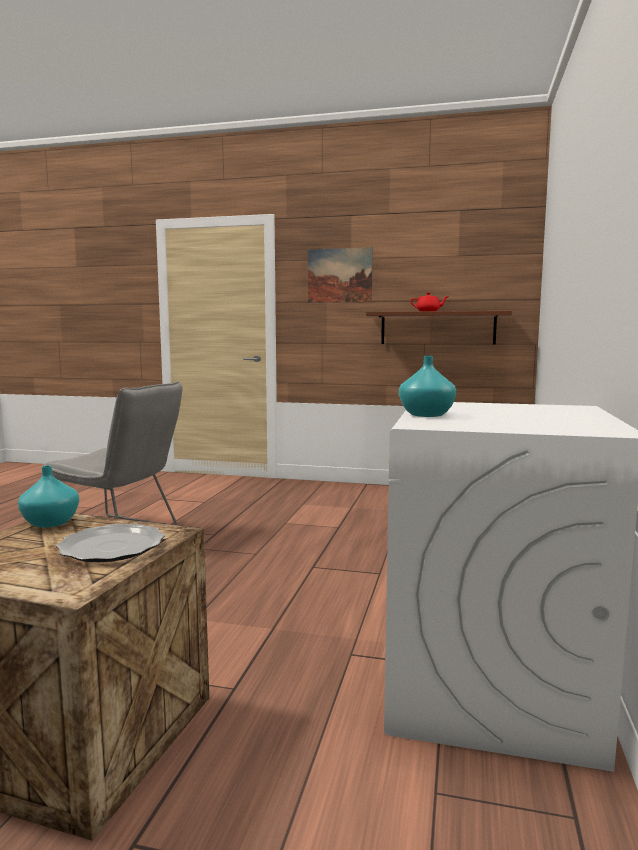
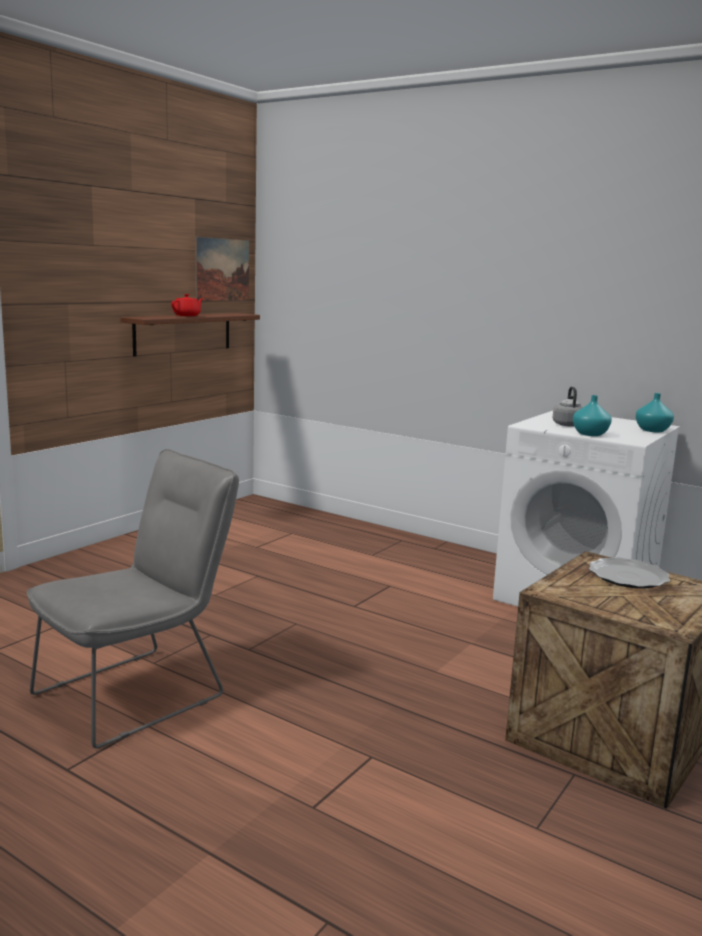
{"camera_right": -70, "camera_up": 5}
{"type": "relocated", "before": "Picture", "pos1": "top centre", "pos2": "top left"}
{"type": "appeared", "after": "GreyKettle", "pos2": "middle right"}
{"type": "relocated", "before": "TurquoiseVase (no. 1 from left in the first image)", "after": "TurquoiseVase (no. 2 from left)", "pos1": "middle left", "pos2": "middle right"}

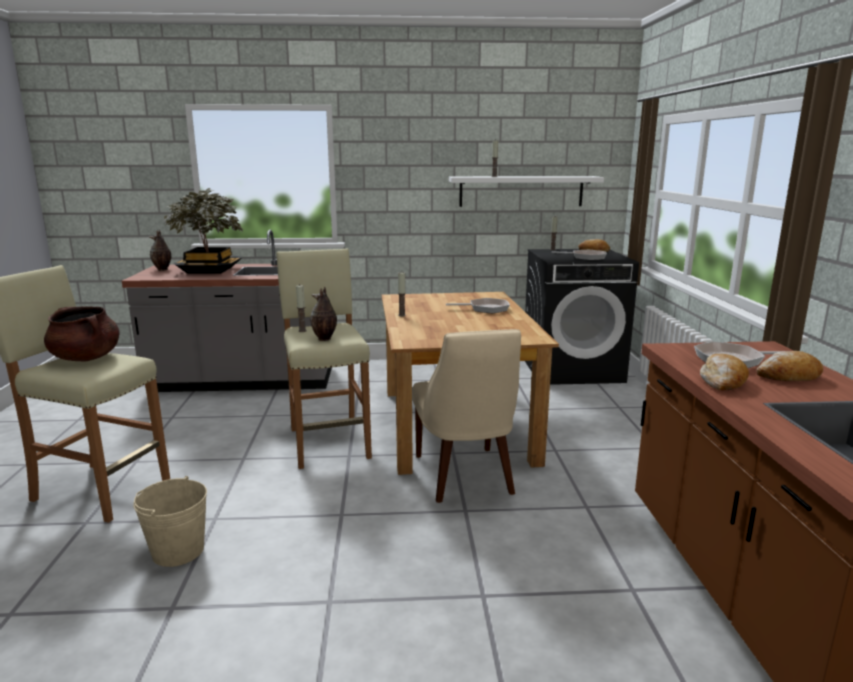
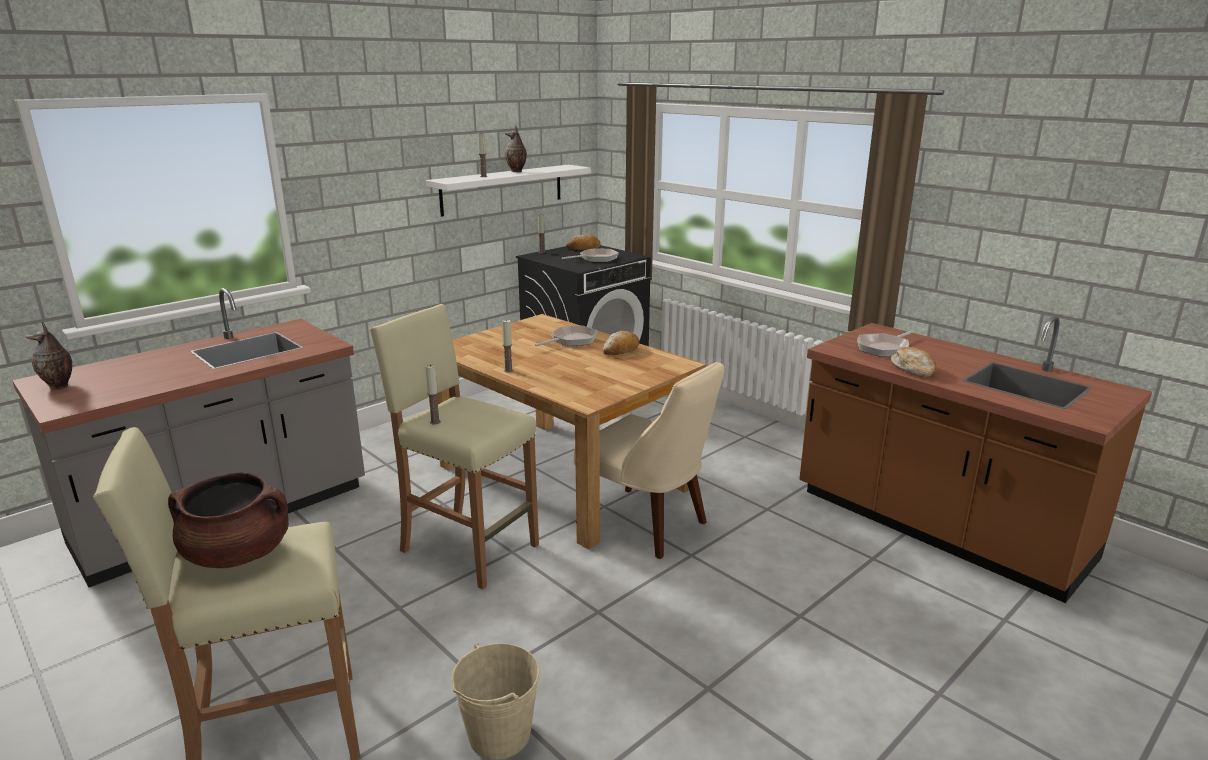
{"camera_right": -40, "camera_up": 5}
{"type": "relocated", "before": "Vase (no. 2 from left)", "pos1": "centre", "pos2": "top centre"}
{"type": "relocated", "before": "Bread (no. 3 from left in the first image)", "after": "Bread (no. 2 from left)", "pos1": "middle right", "pos2": "centre"}
{"type": "missing", "before": "PottedPlant", "pos1": "middle left"}

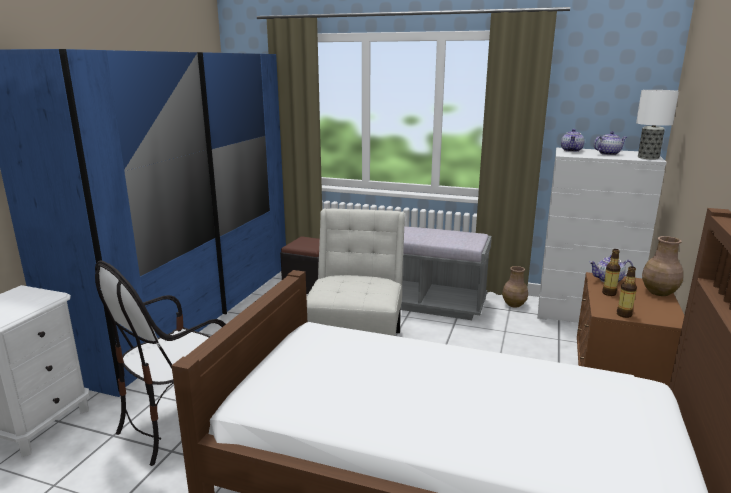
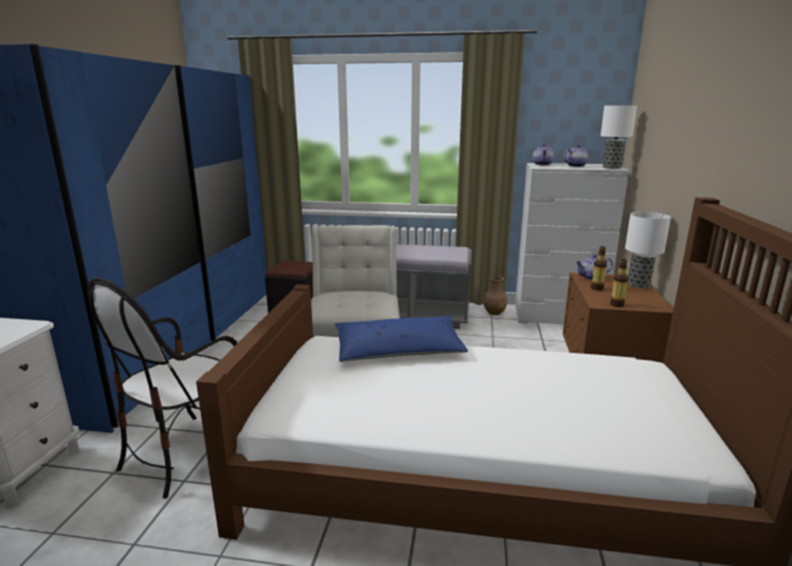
{"camera_right": -10, "camera_up": 0}
{"type": "appeared", "after": "BluePillow", "pos2": "centre"}
{"type": "exchanged", "before": "BrownVase (no. 2 from left)", "after": "TableLamp (no. 2 from left)", "pos1": "middle right", "pos2": "middle right"}

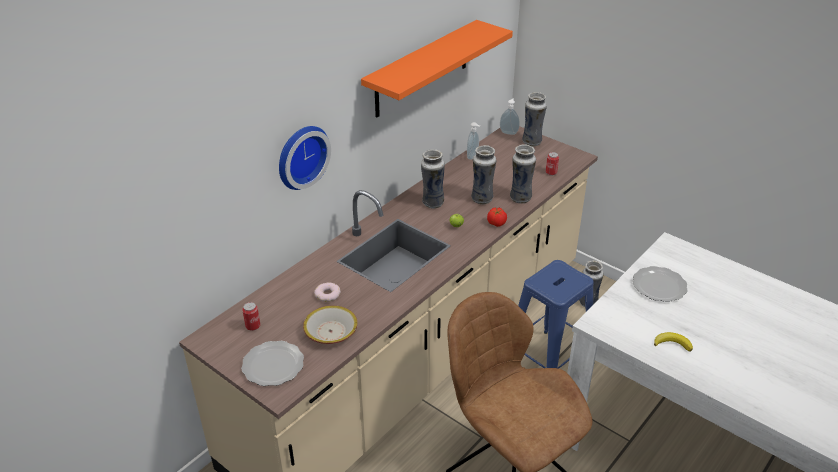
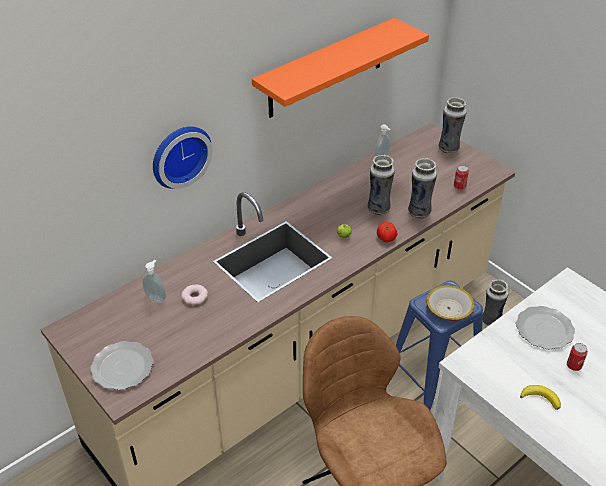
{"camera_right": 10, "camera_up": 5}
{"type": "relocated", "before": "SoapDispenser (no. 2 from left in the first image)", "after": "SoapDispenser (no. 1 from left)", "pos1": "top centre", "pos2": "middle left"}
{"type": "relocated", "before": "Bowl", "pos1": "bottom centre", "pos2": "middle right"}
{"type": "relocated", "before": "Can (no. 1 from left in the first image)", "after": "Can (no. 2 from left)", "pos1": "bottom left", "pos2": "bottom right"}
{"type": "missing", "before": "Vase (no. 1 from left)", "pos1": "centre"}

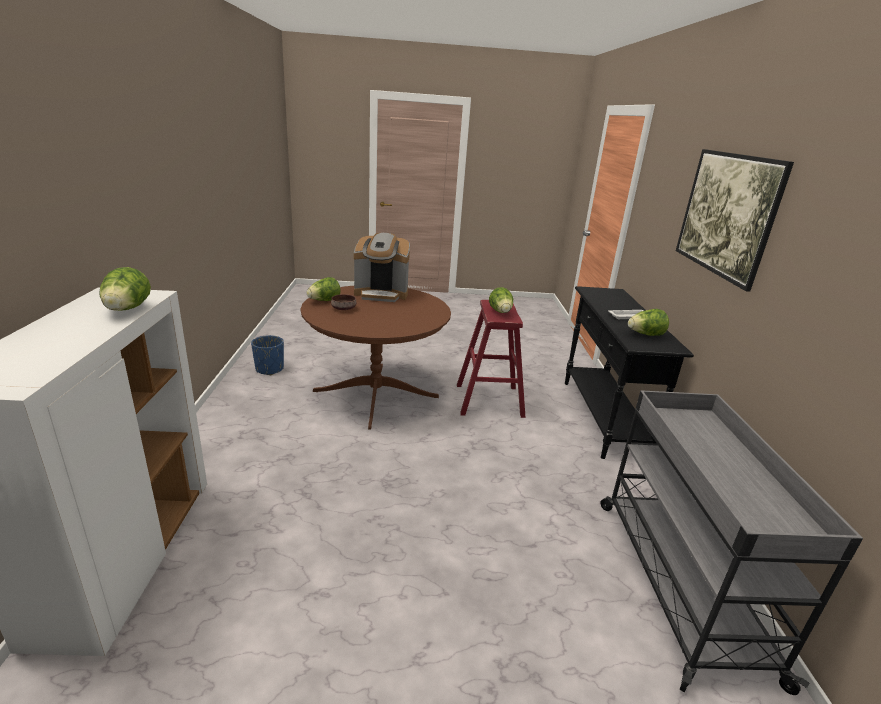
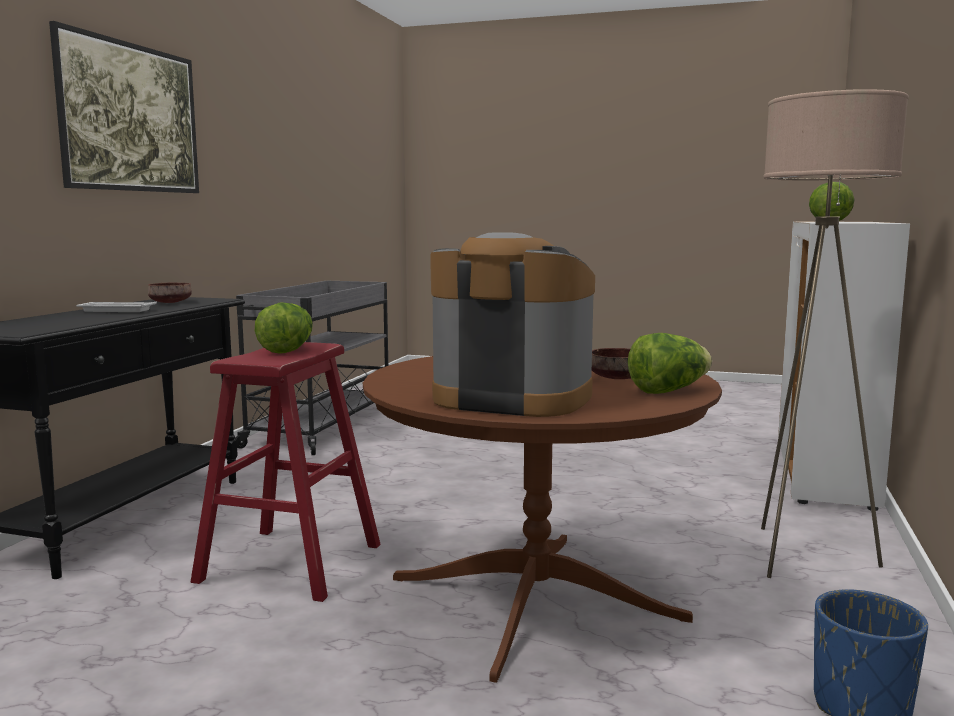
{"camera_right": -160, "camera_up": -15}
{"type": "exchanged", "before": "Lettuce (no. 4 from left)", "after": "BrownBowl (no. 1 from left)", "pos1": "middle right", "pos2": "middle left"}
{"type": "appeared", "after": "BeigeFloorLamp", "pos2": "middle right"}

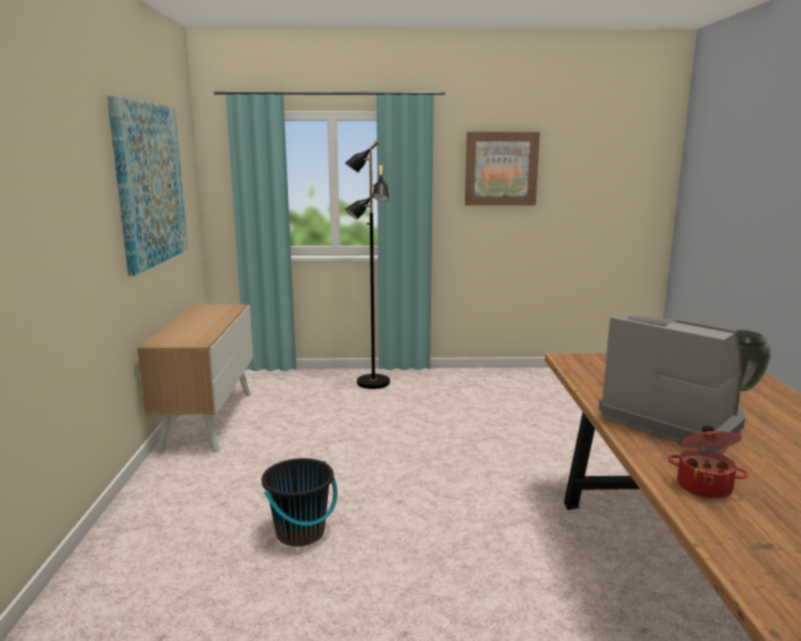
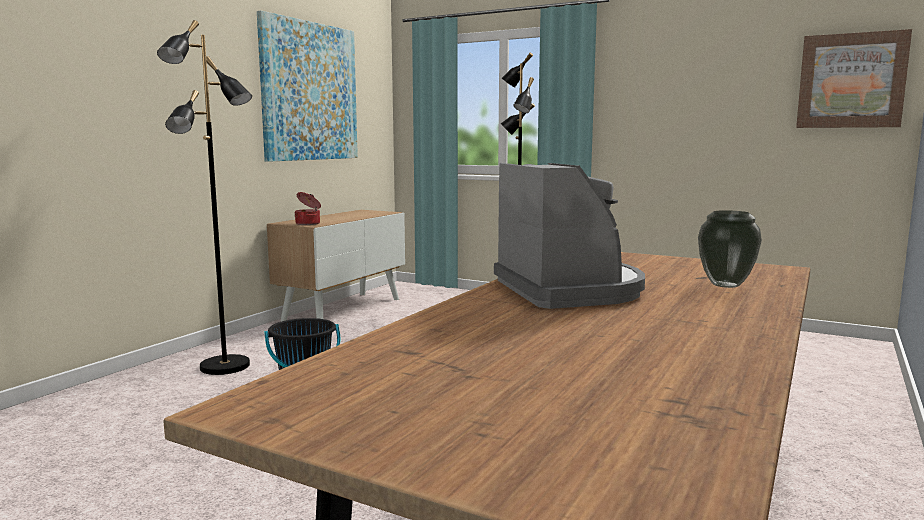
{"camera_right": 30, "camera_up": -5}
{"type": "appeared", "after": "BlackFloorLamp (no. 1 from left)", "pos2": "middle left"}
{"type": "relocated", "before": "CookingPot", "pos1": "bottom right", "pos2": "centre"}
{"type": "relocated", "before": "Picture (no. 2 from left)", "pos1": "top centre", "pos2": "top right"}

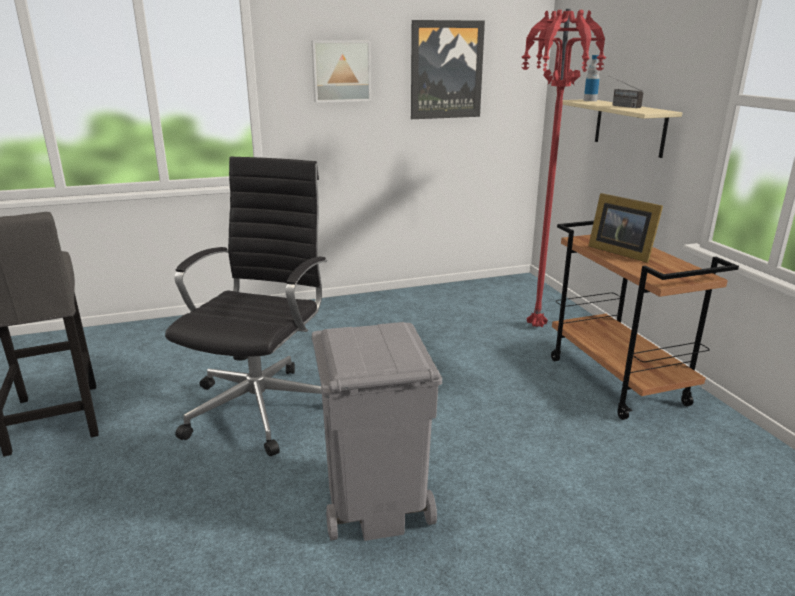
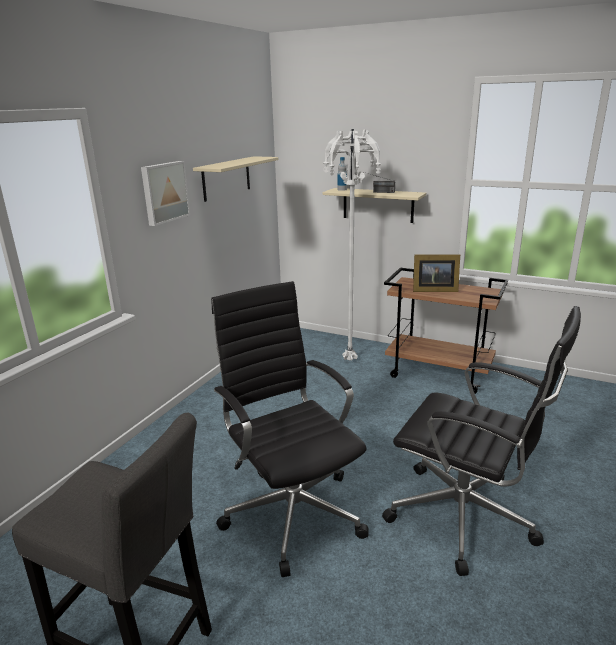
{"camera_right": -45, "camera_up": 0}
{"type": "exchanged", "before": "Picture (no. 2 from left)", "after": "BeigeShelf (no. 1 from left)", "pos1": "top centre", "pos2": "top centre"}
{"type": "colour", "before": "RedFloorLamp", "after": "WhiteFloorLamp", "pos1": "top right", "pos2": "centre"}
{"type": "exchanged", "before": "GreyTrashCan", "after": "BlackOfficeChair (no. 2 from left)", "pos1": "bottom centre", "pos2": "bottom right"}

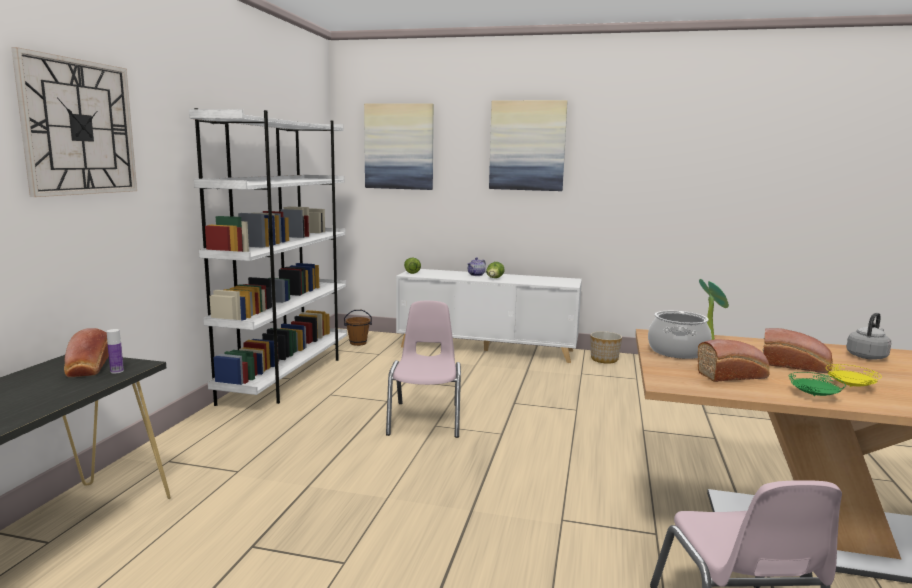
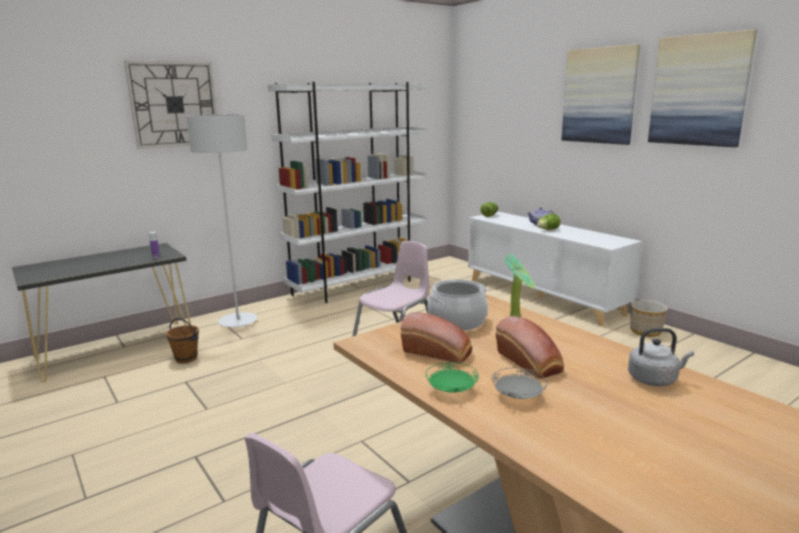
{"camera_right": 40, "camera_up": 5}
{"type": "relocated", "before": "BrownBucket", "pos1": "centre", "pos2": "middle left"}
{"type": "appeared", "after": "GreyFloorLamp", "pos2": "middle left"}
{"type": "colour", "before": "YellowPlate", "after": "GreyPlate", "pos1": "middle right", "pos2": "bottom centre"}
{"type": "relocated", "before": "Picture (no. 1 from left in the first image)", "after": "Picture (no. 2 from left)", "pos1": "top centre", "pos2": "top right"}
{"type": "missing", "before": "Bread (no. 1 from left)", "pos1": "middle left"}

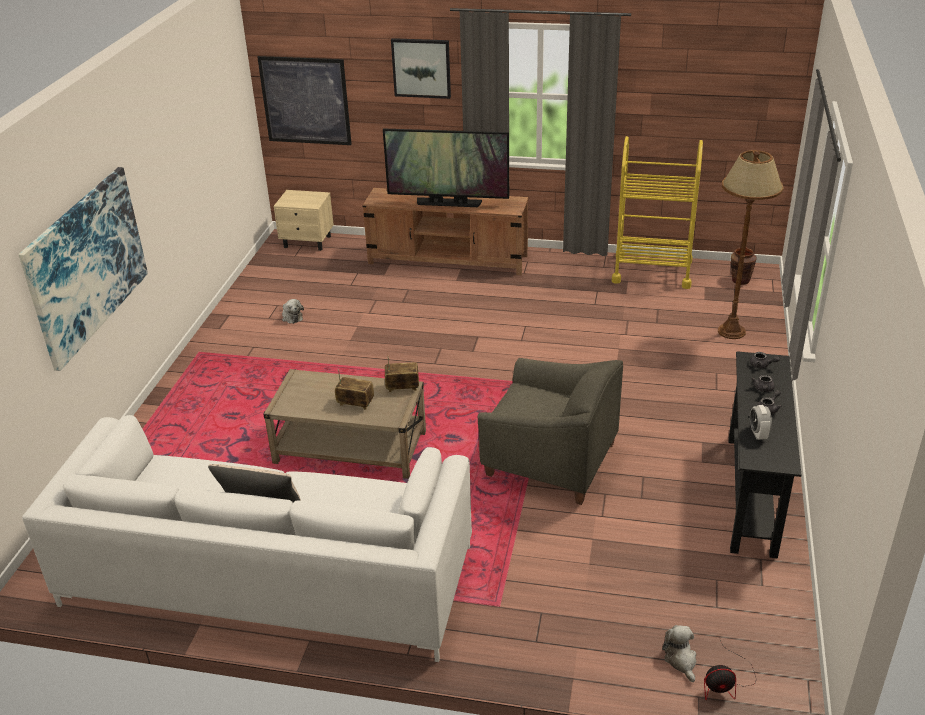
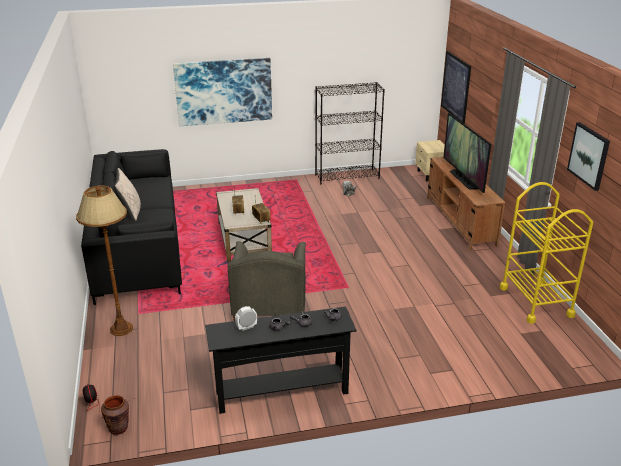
{"camera_right": 65, "camera_up": -5}
{"type": "relocated", "before": "BrownFloorLamp", "pos1": "middle right", "pos2": "middle left"}
{"type": "colour", "before": "WhiteSofa", "after": "BlackSofa", "pos1": "bottom left", "pos2": "middle left"}
{"type": "relocated", "before": "BrownVase", "pos1": "middle right", "pos2": "bottom left"}
{"type": "appeared", "after": "BlackBookcase", "pos2": "top centre"}
{"type": "relocated", "before": "Picture (no. 3 from left)", "pos1": "top centre", "pos2": "middle right"}
{"type": "missing", "before": "PlushToy (no. 2 from left)", "pos1": "bottom right"}

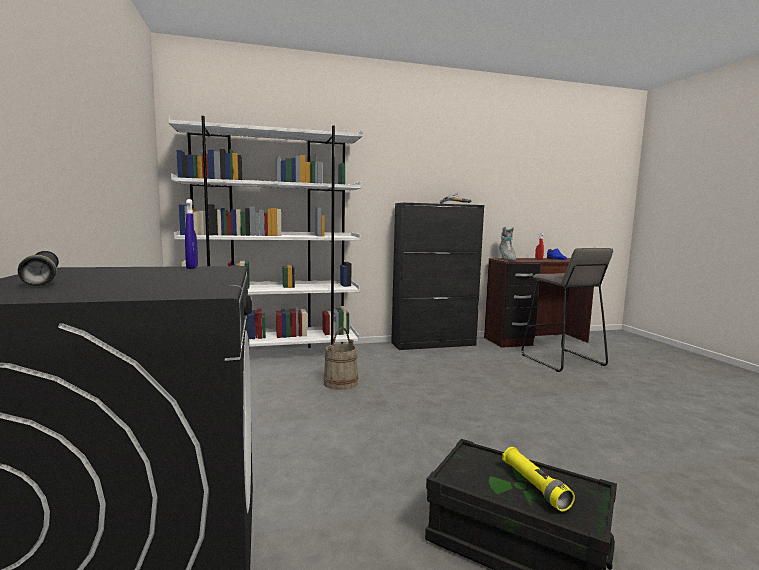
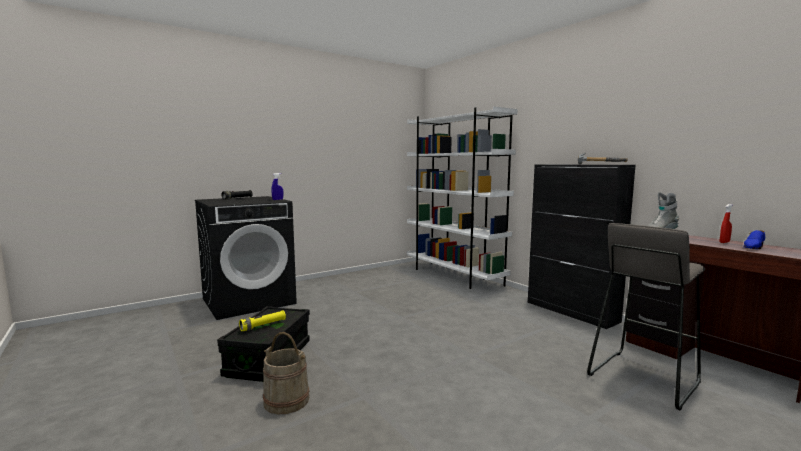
{"camera_right": 70, "camera_up": 0}
{"type": "relocated", "before": "BeigeBucket", "pos1": "centre", "pos2": "bottom centre"}

